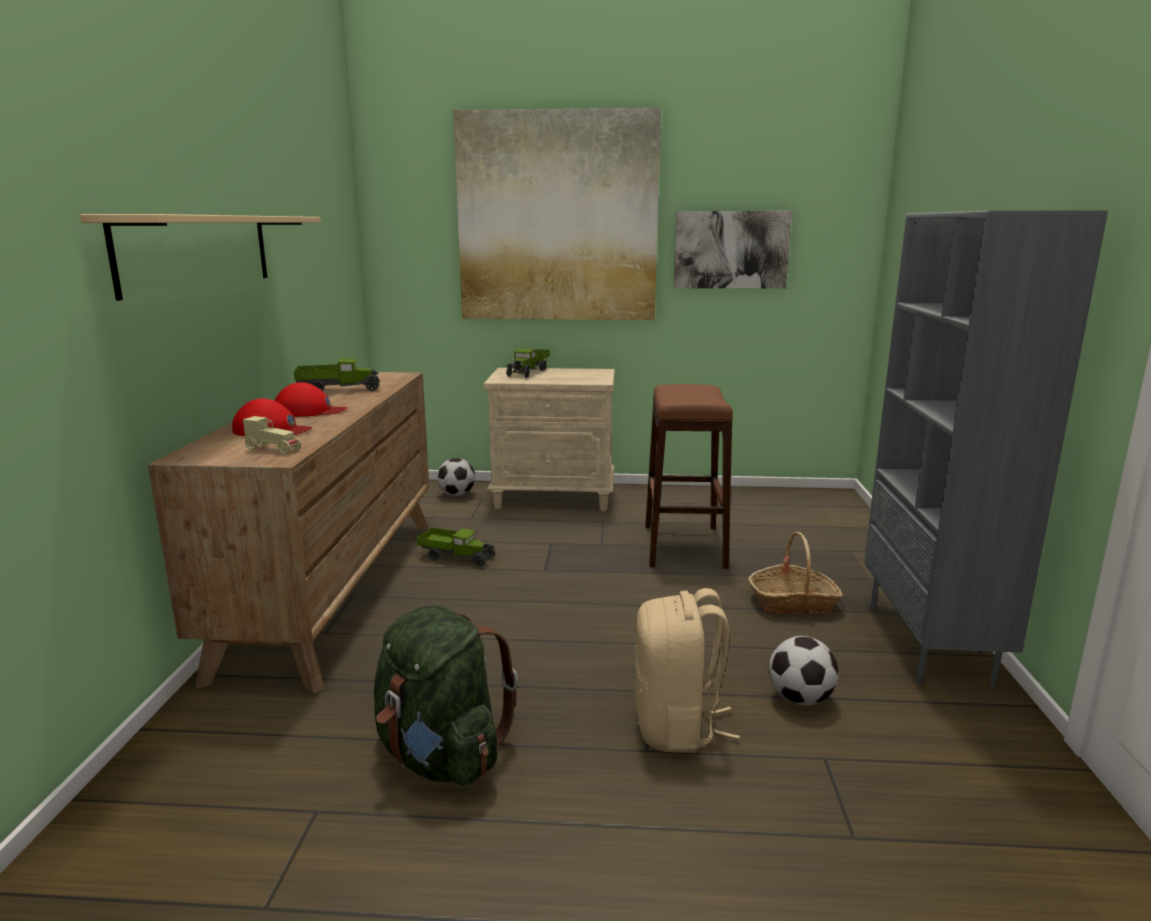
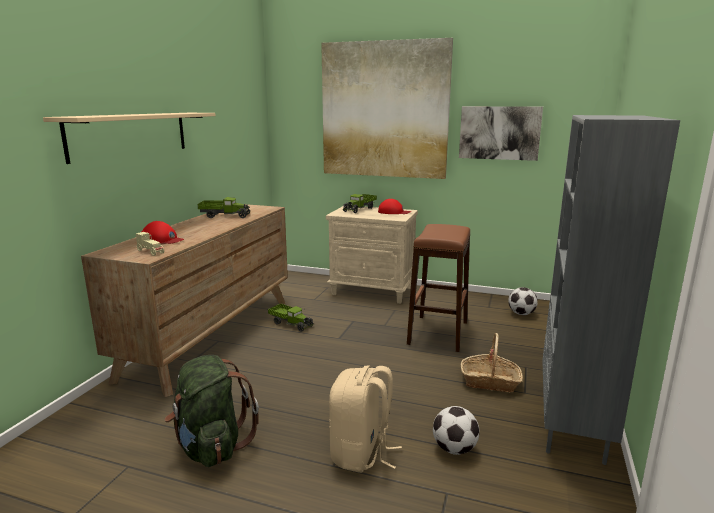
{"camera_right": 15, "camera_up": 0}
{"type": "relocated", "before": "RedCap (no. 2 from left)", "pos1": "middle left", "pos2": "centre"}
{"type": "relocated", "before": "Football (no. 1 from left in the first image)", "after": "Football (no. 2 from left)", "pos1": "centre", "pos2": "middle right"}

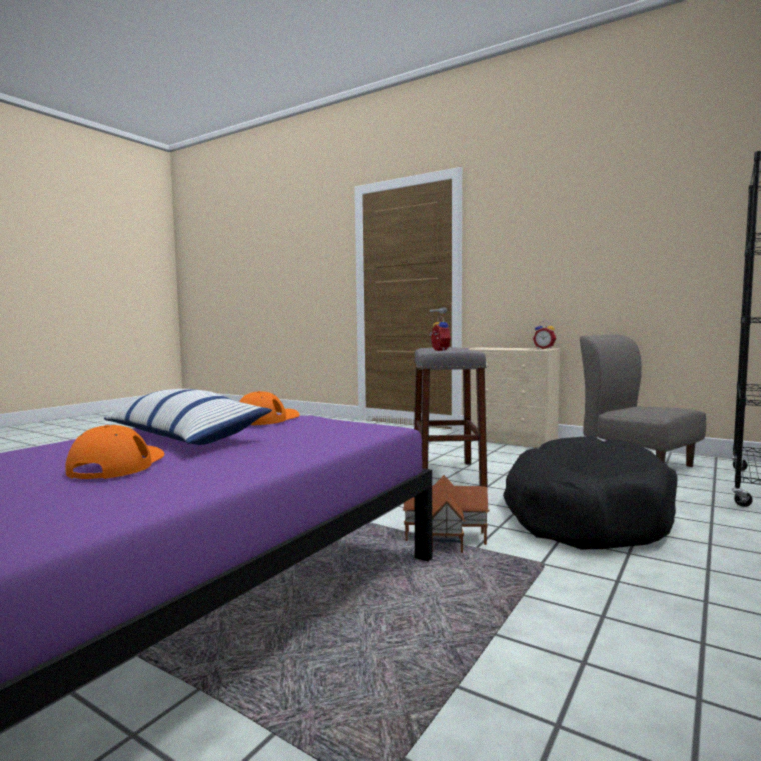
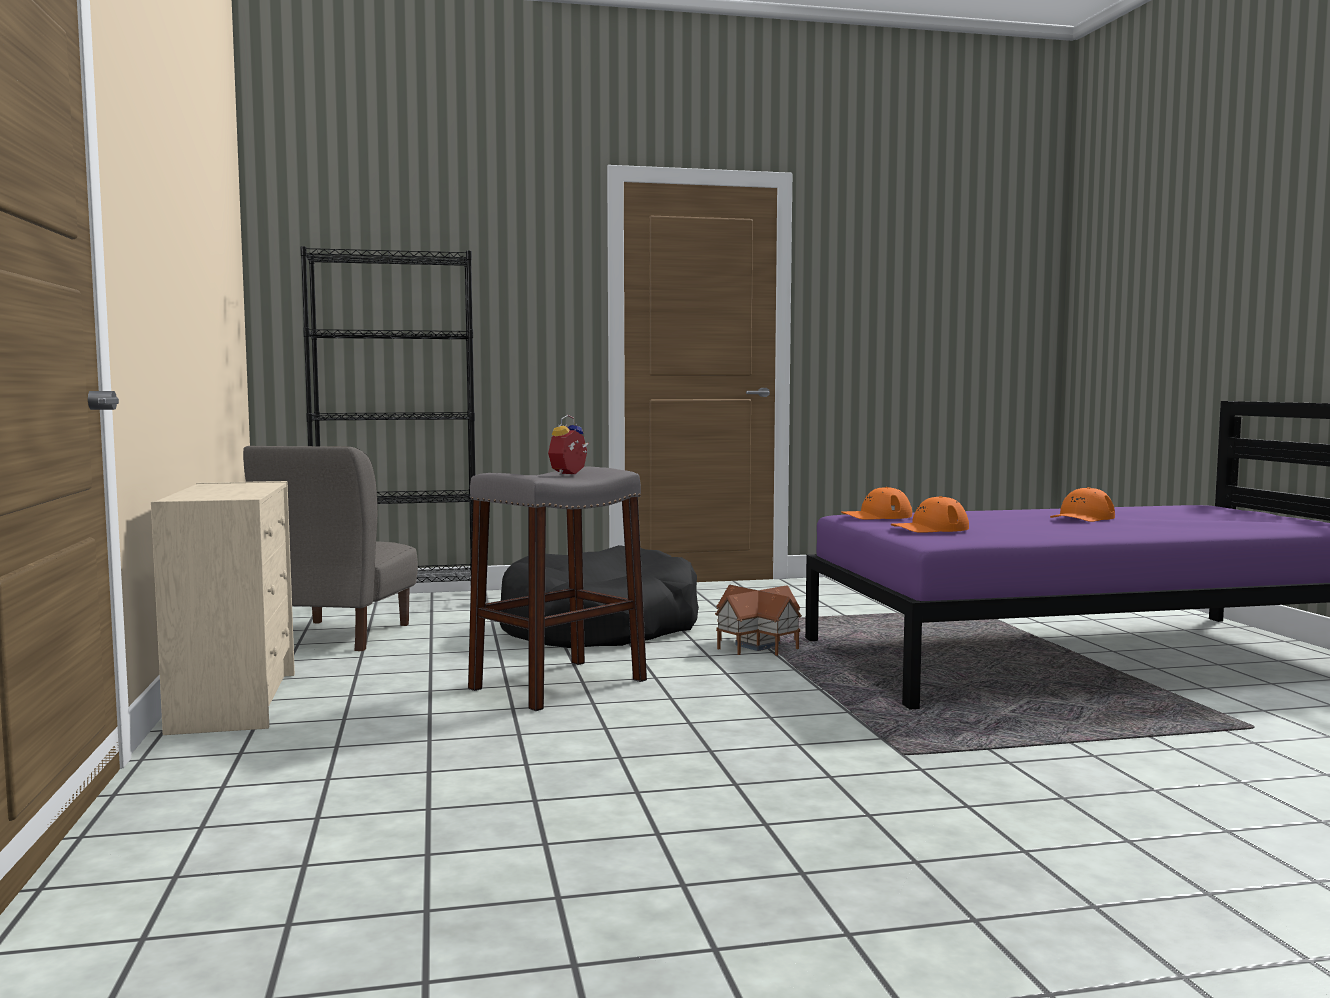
{"camera_right": -135, "camera_up": 0}
{"type": "appeared", "after": "OrangeCap (no. 1 from left)", "pos2": "centre"}
{"type": "missing", "before": "Pillow", "pos1": "middle left"}
{"type": "missing", "before": "AlarmClock (no. 2 from left)", "pos1": "middle right"}

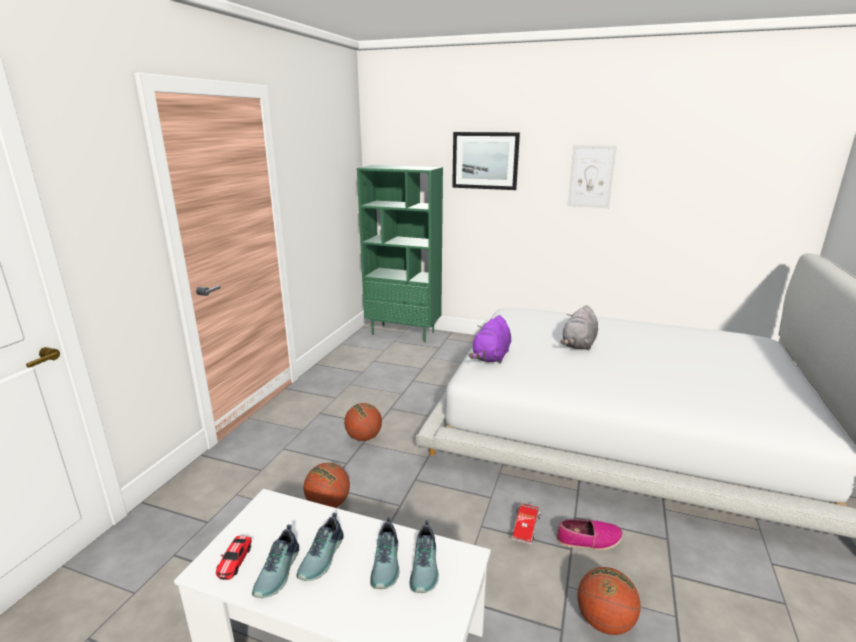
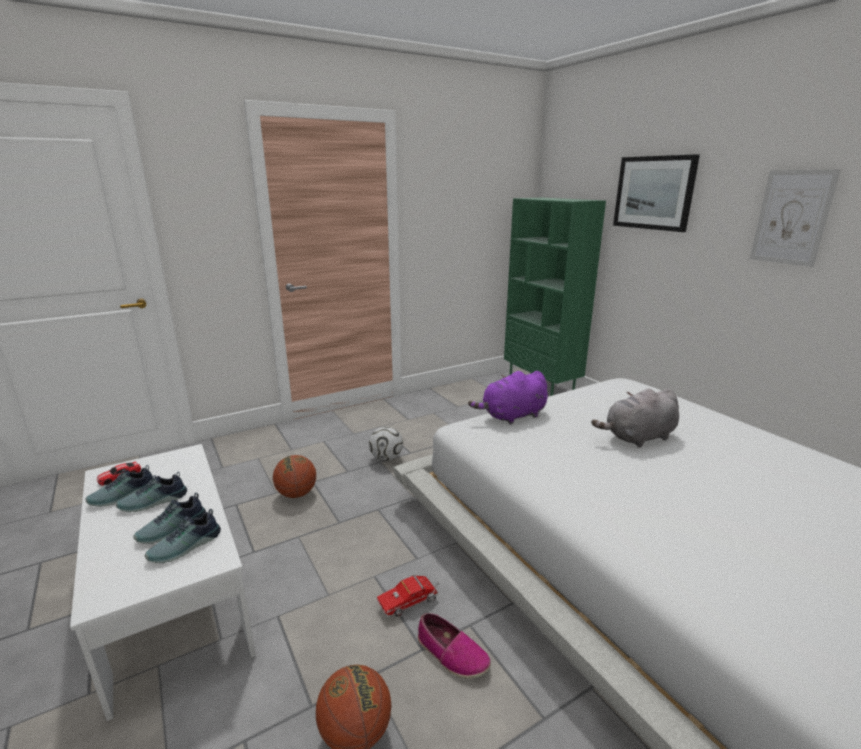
{"camera_right": 40, "camera_up": 0}
{"type": "exchanged", "before": "Basketball (no. 2 from left)", "after": "Football", "pos1": "centre", "pos2": "centre"}

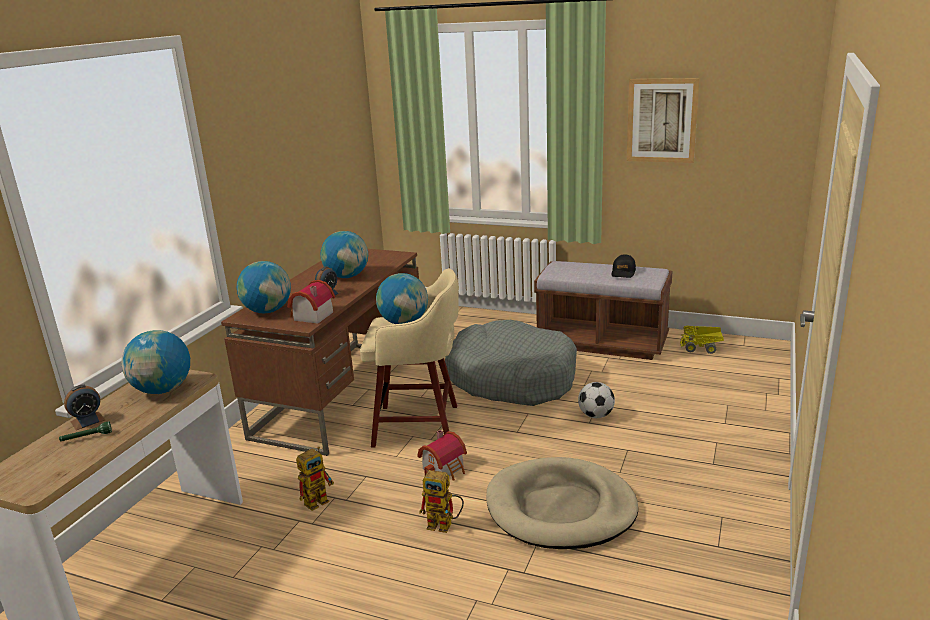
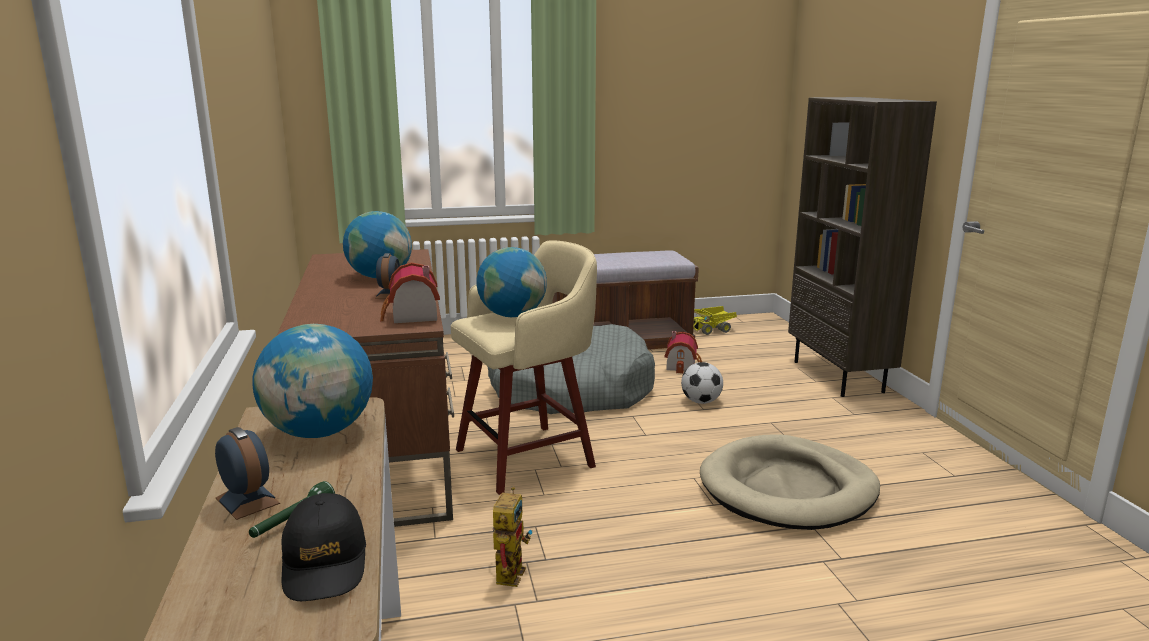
{"camera_right": -35, "camera_up": -5}
{"type": "spun", "before": "AlarmClock (no. 1 from left)", "pos1": "middle left", "pos2": "bottom left", "turn": -60}
{"type": "relocated", "before": "BlackCap", "pos1": "middle right", "pos2": "bottom left"}
{"type": "relocated", "before": "ToyHouse (no. 2 from left)", "pos1": "bottom centre", "pos2": "centre"}
{"type": "appeared", "after": "BrownBookcase", "pos2": "middle right"}
{"type": "missing", "before": "Globe (no. 2 from left)", "pos1": "middle left"}
{"type": "missing", "before": "ToyRobot (no. 2 from left)", "pos1": "bottom centre"}
{"type": "missing", "before": "Picture", "pos1": "top right"}

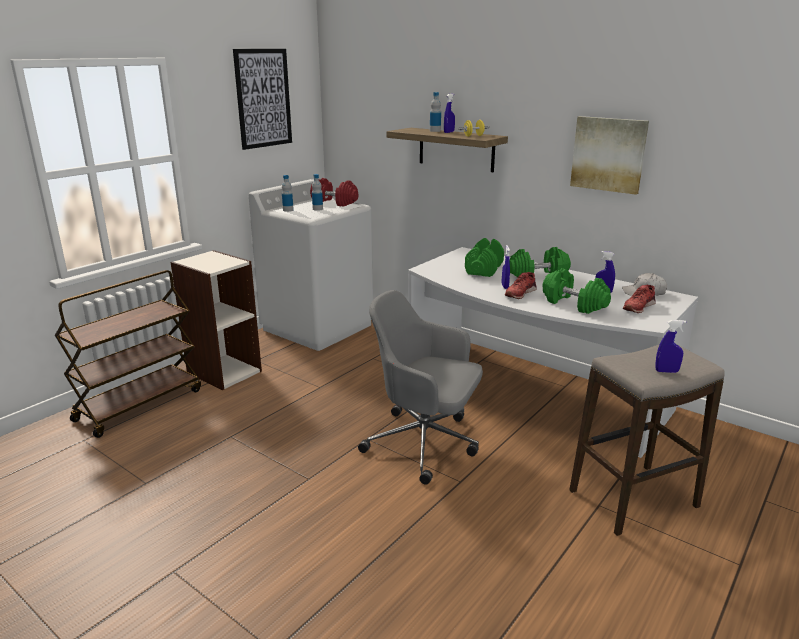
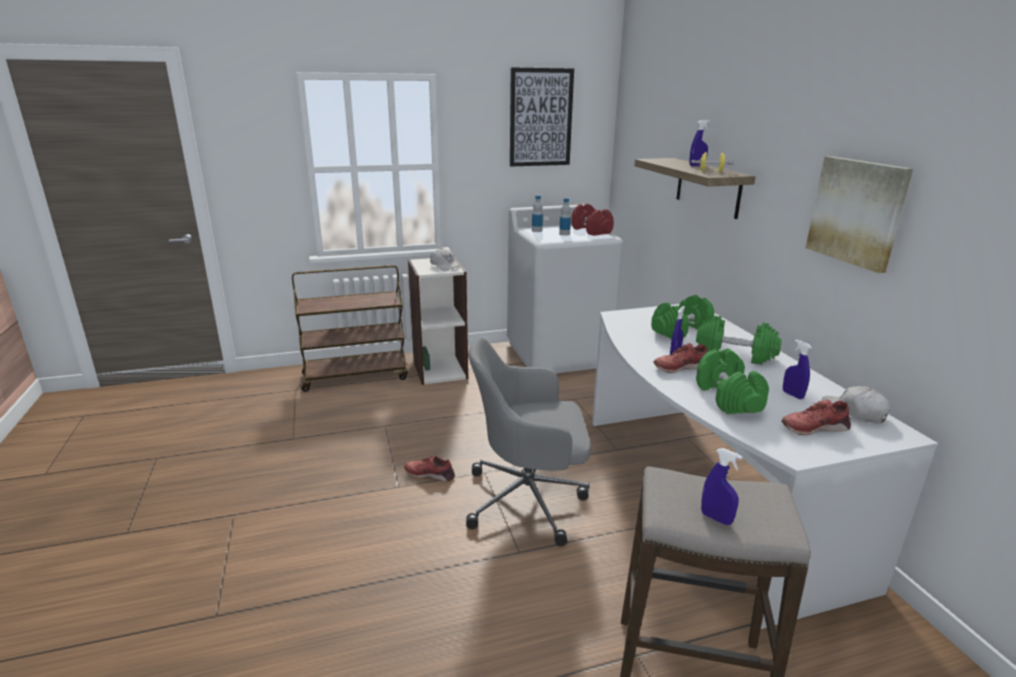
{"camera_right": 35, "camera_up": 0}
{"type": "appeared", "after": "RedShoe (no. 1 from left)", "pos2": "bottom centre"}
{"type": "appeared", "after": "WhiteCap (no. 1 from left)", "pos2": "centre"}
{"type": "spun", "before": "GreyOfficeChair", "pos1": "centre", "pos2": "centre", "turn": -60}
{"type": "missing", "before": "Bottle (no. 3 from left)", "pos1": "top centre"}

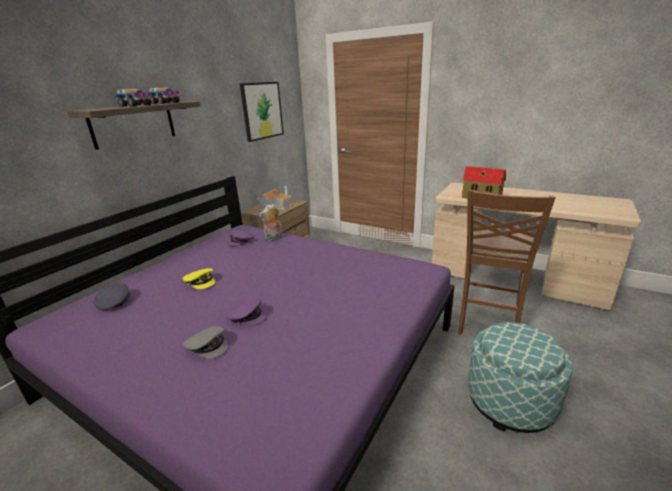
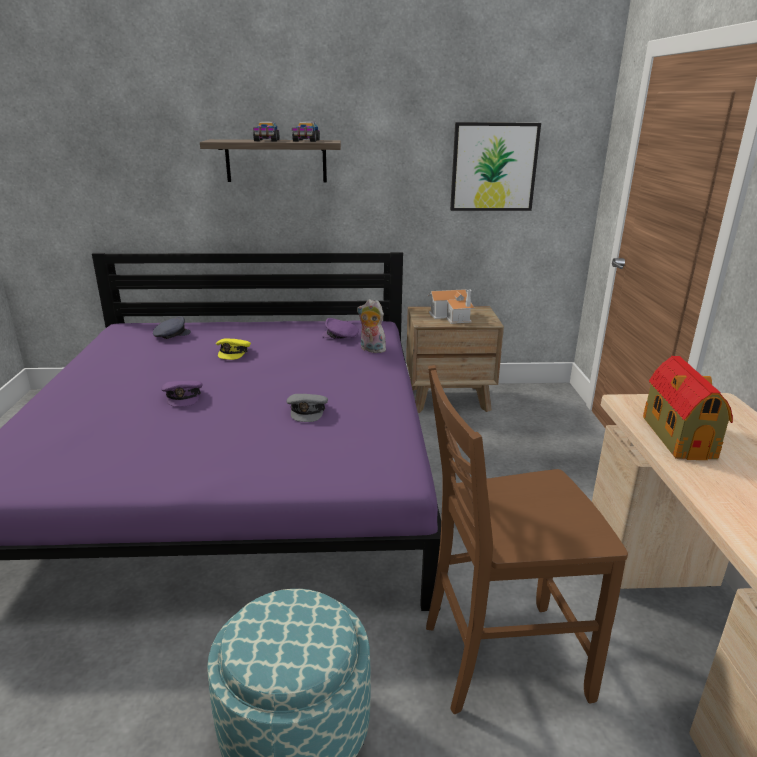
{"camera_right": 55, "camera_up": 0}
{"type": "relocated", "before": "GreyCap (no. 2 from left)", "pos1": "bottom left", "pos2": "centre"}

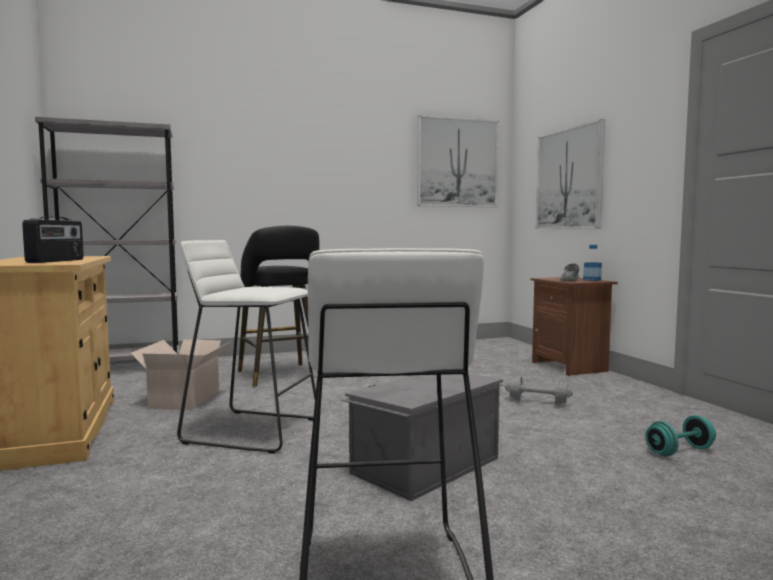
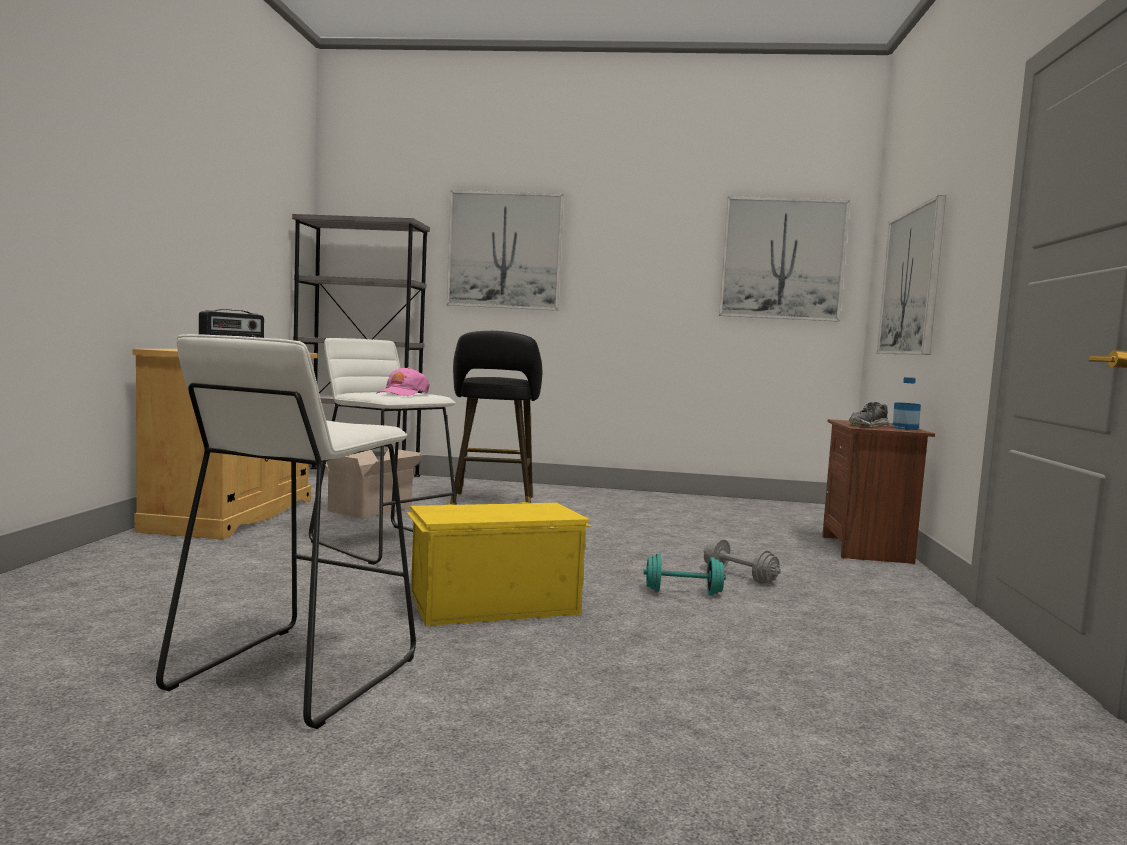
{"camera_right": 25, "camera_up": 0}
{"type": "appeared", "after": "PinkCap", "pos2": "centre"}
{"type": "colour", "before": "GreyStorageBox", "after": "YellowStorageBox", "pos1": "bottom centre", "pos2": "bottom centre"}
{"type": "appeared", "after": "Picture (no. 1 from left)", "pos2": "top centre"}
{"type": "relocated", "before": "TurquoiseDumbbell", "pos1": "bottom right", "pos2": "bottom centre"}

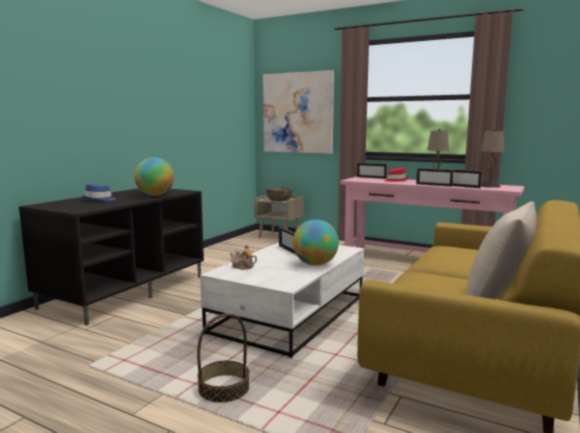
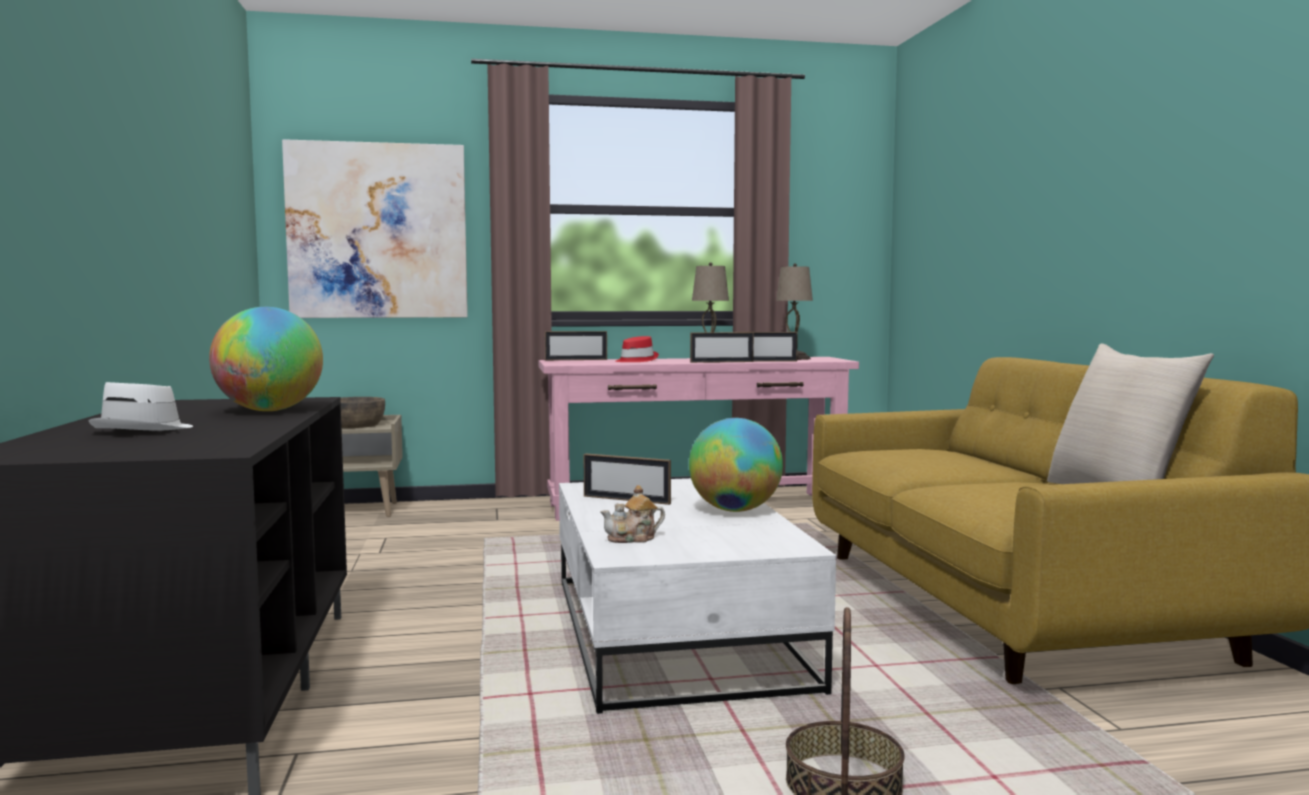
{"camera_right": -40, "camera_up": -5}
{"type": "colour", "before": "BlueHat", "after": "WhiteHat", "pos1": "middle left", "pos2": "middle left"}

